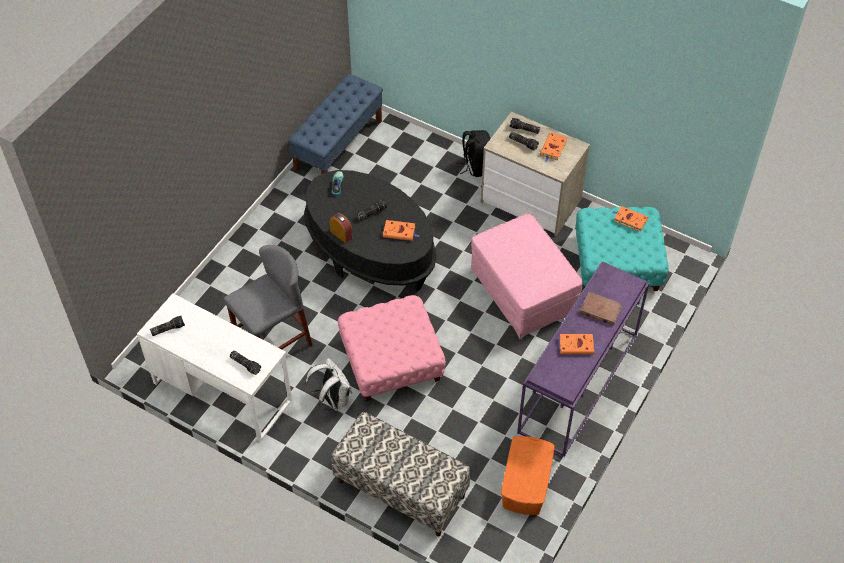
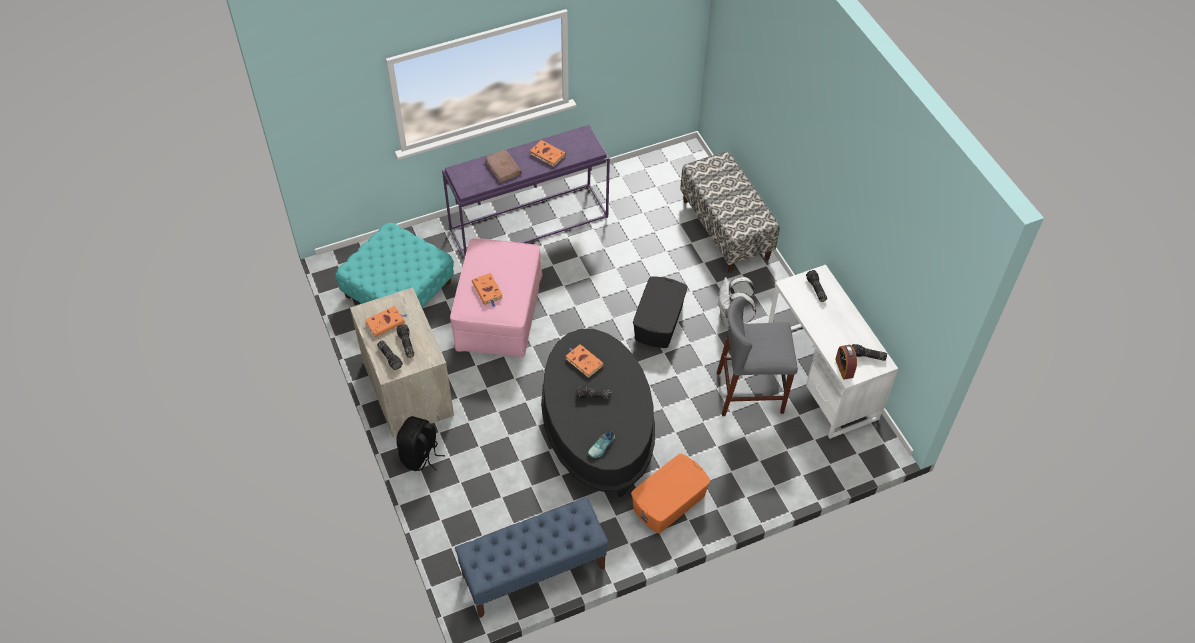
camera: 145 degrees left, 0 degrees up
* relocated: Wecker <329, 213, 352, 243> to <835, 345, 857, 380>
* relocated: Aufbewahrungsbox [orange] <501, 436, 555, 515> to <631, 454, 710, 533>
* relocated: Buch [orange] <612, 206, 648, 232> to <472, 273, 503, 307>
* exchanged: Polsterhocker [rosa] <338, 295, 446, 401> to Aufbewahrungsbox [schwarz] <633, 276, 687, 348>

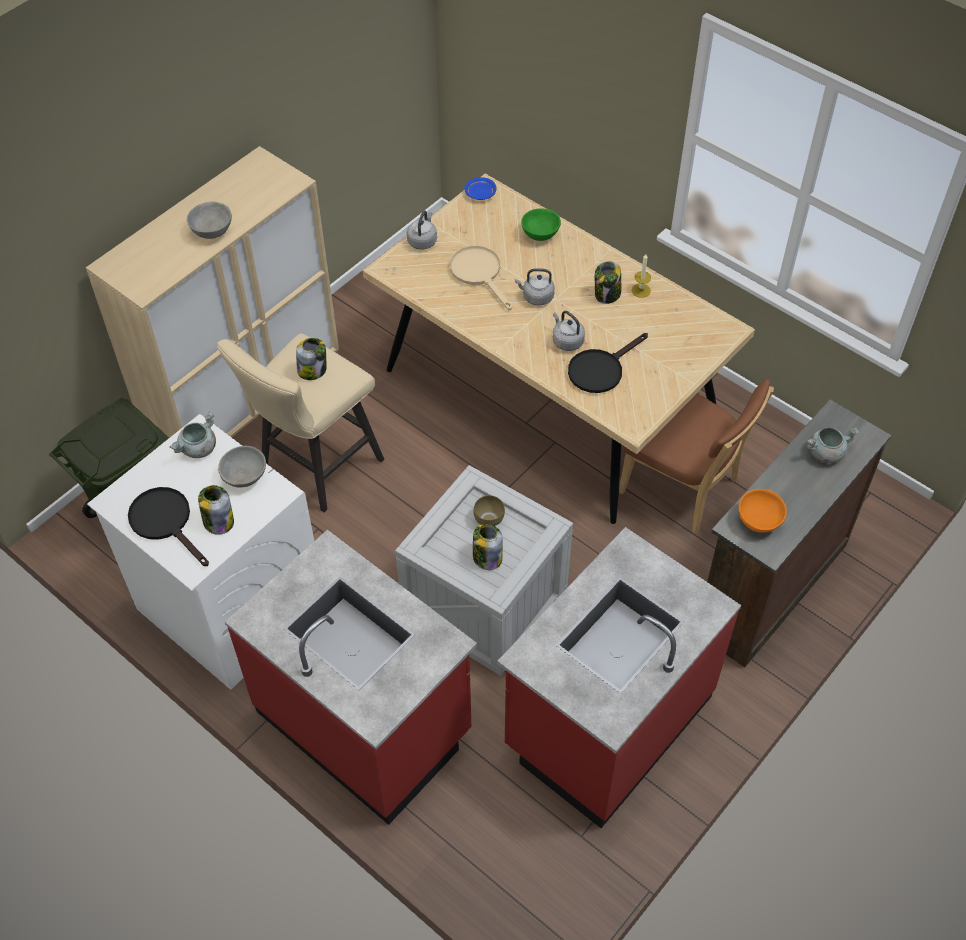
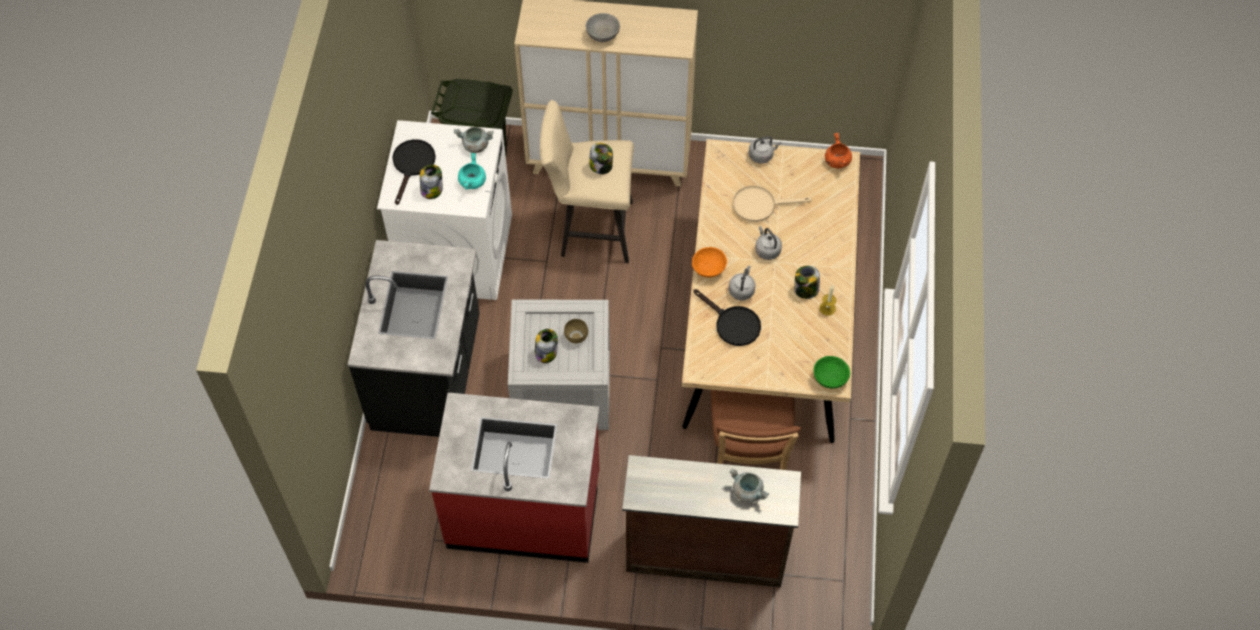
camera: 55 degrees right, 5 degrees up
* relocated: Schüssel [grün] <521, 208, 561, 241> to <814, 356, 850, 389>
* relocated: Schüssel [orange] <738, 489, 787, 533> to <692, 247, 727, 278>
* exchanged: Schüssel [grau] <218, 446, 266, 487> to Kochtopf [türkis] <458, 153, 486, 190>
* exchanged: Teller [blau] <464, 177, 497, 200> to Kochtopf [orange] <825, 133, 852, 168>
* colour: Küchenzeile [rot] <225, 530, 477, 825> to Küchenzeile [schwarz] <348, 240, 479, 437>
* spun: Pfanne [beige] <450, 246, 512, 310> = <733, 185, 812, 222> 120 degrees counterclockwise
* spun: Pfanne [schwarz] <568, 333, 648, 393> = <694, 289, 761, 346> 150 degrees counterclockwise

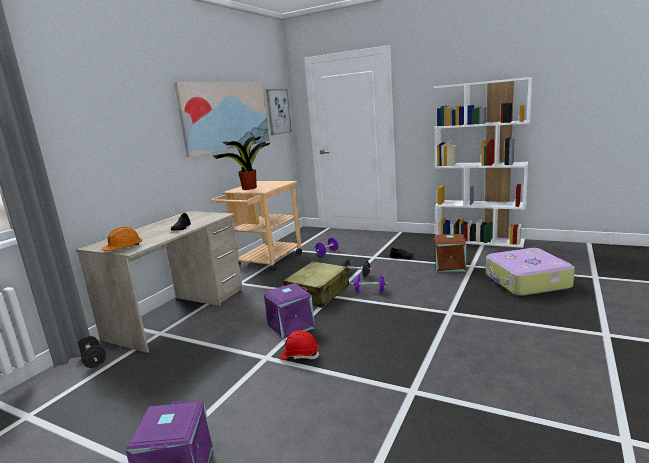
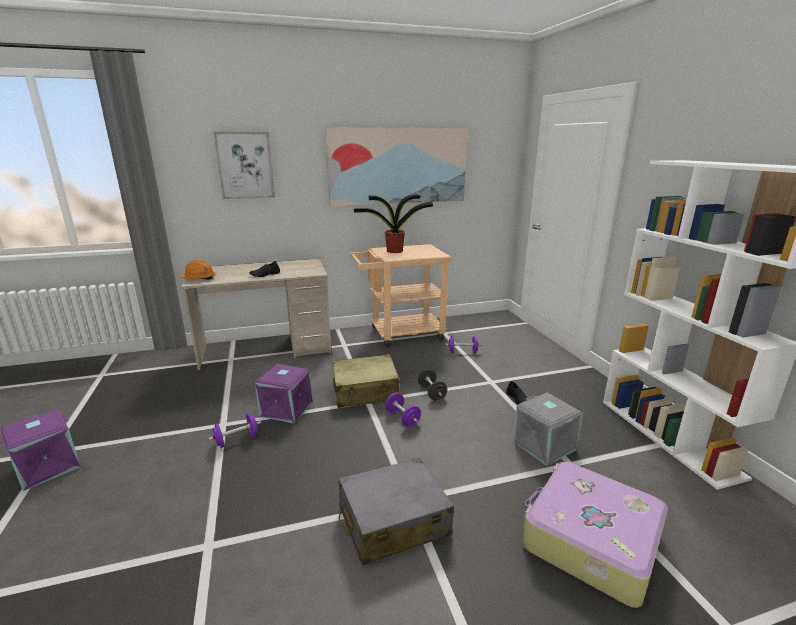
camera: 45 degrees right, 5 degrees up
* missing: Hantel [schwarz] <78, 336, 106, 368>
* appeared: Koffer [grau] <339, 458, 454, 565>
* relocated: Bild <266, 89, 292, 135> to <214, 132, 275, 199>
* exchanged: Schutzhelm [rot] <280, 330, 320, 360> to Hantel [lila] <209, 413, 261, 448>
* colour: Aufbewahrungsbox [braun] <433, 234, 468, 271> to Aufbewahrungsbox [grau] <513, 392, 583, 466>

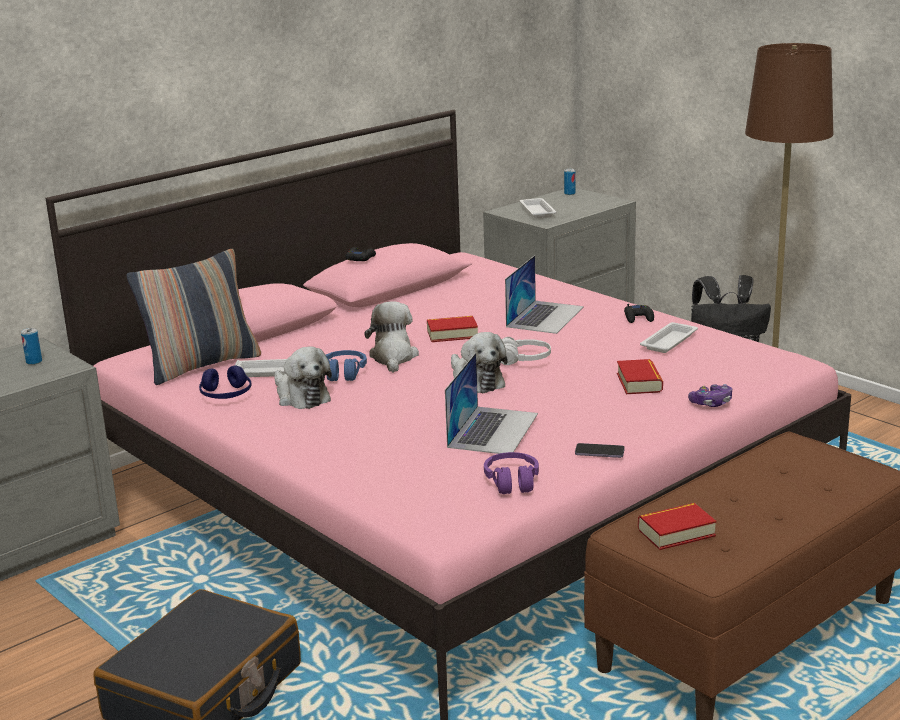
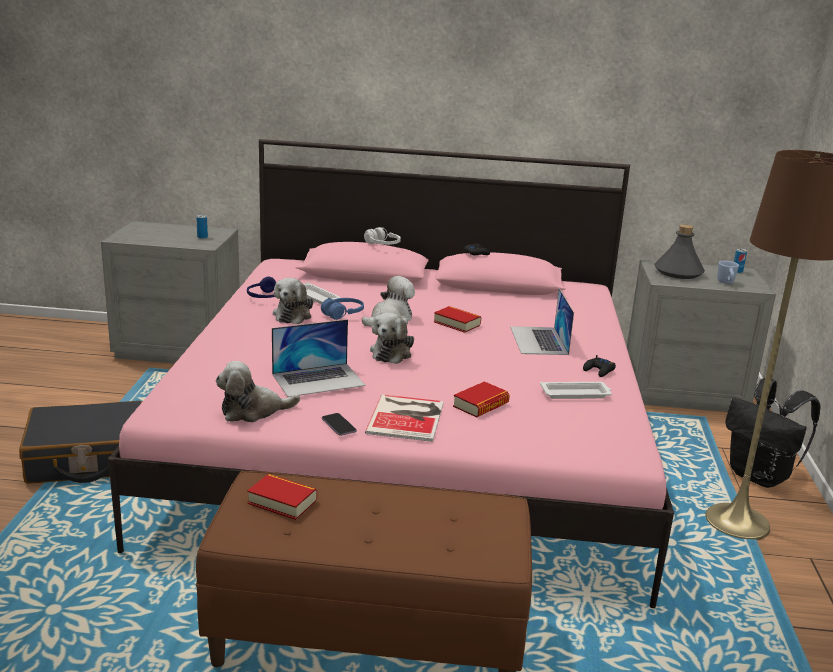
camera: 45 degrees right, 0 degrees up
* missing: Kissen <127, 249, 261, 385>
* missing: Gamepad <688, 384, 732, 407>
* appeared: Buch <365, 394, 444, 442>
* appeared: Henkelbecher [blau] <717, 261, 739, 284>
* relocated: Kopfhörer [weiß] <501, 337, 551, 365> to <364, 227, 401, 245>
* exchanged: Kopfhörer [lila] <484, 452, 539, 494> to Plüschtier <216, 361, 300, 422>
* exchanged: Tablett [weiß] <519, 198, 557, 218> to Flasche [grau] <654, 224, 705, 279>
* spun: Laptop <505, 255, 584, 334> = <510, 288, 574, 355> 105 degrees clockwise

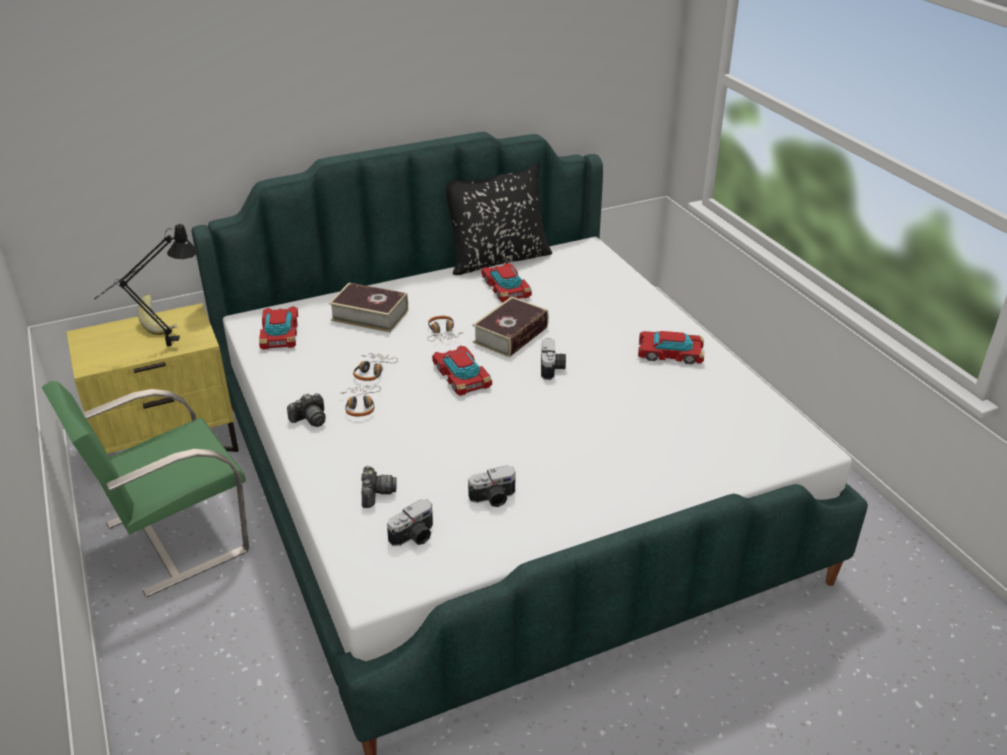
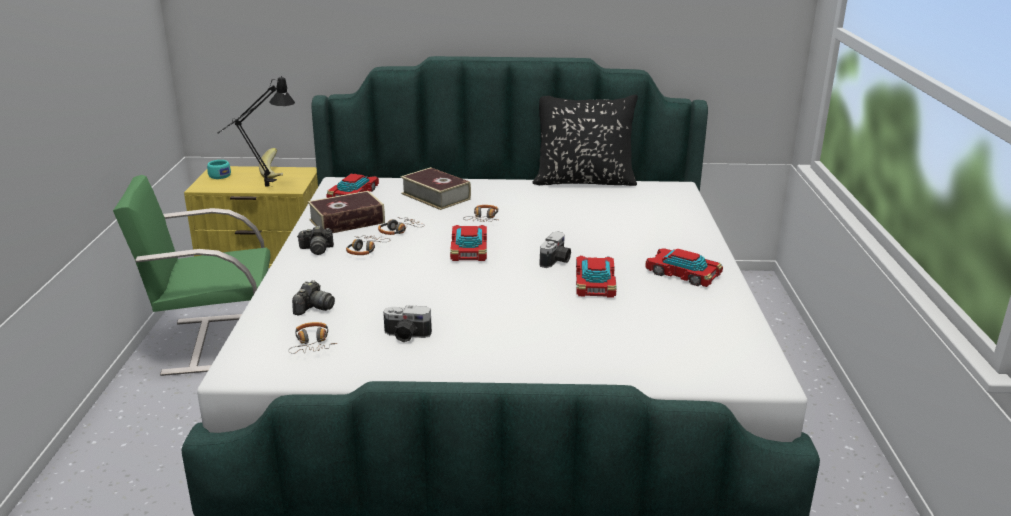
camera: 25 degrees right, 10 degrees down
* appeared: Tasse [türkis] <207, 160, 231, 179>
* relocated: Buch <472, 297, 549, 357> to <308, 191, 385, 233>
* relocated: Spielzeugauto <482, 263, 532, 303> to <576, 256, 616, 298>
* exchanged: Kamera <387, 499, 433, 546> to Kopfhörer <288, 322, 337, 354>

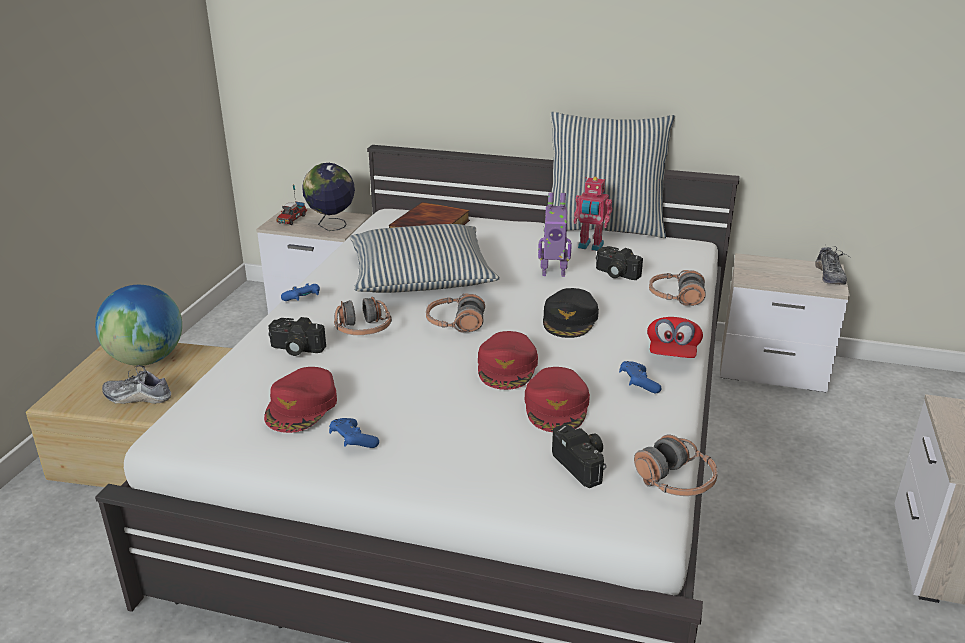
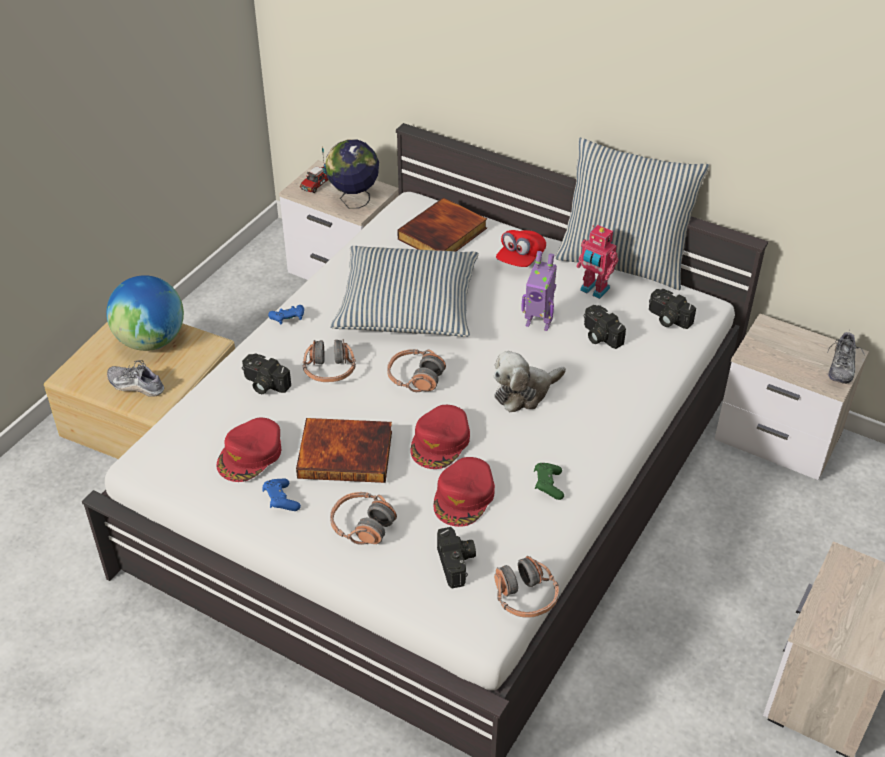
camera: 15 degrees right, 15 degrees up
* appeared: Buch <296, 418, 392, 483>
* appeared: Kamera <649, 289, 696, 329>
* relocated: Kappe [rot] <647, 317, 703, 358> to <496, 230, 546, 267>
* relocated: Kopfhörer <649, 270, 706, 306> to <330, 492, 397, 545>
* exchanged: Kappe [schwarz] <543, 288, 599, 338> to Plüschtier <494, 351, 566, 412>
* colour: Gamepad [blau] <619, 361, 661, 393> to Gamepad [grün] <534, 463, 564, 500>

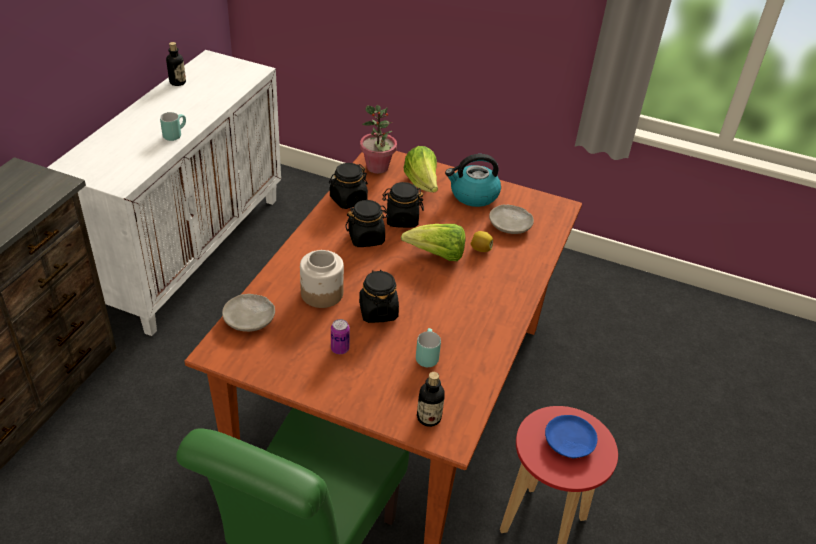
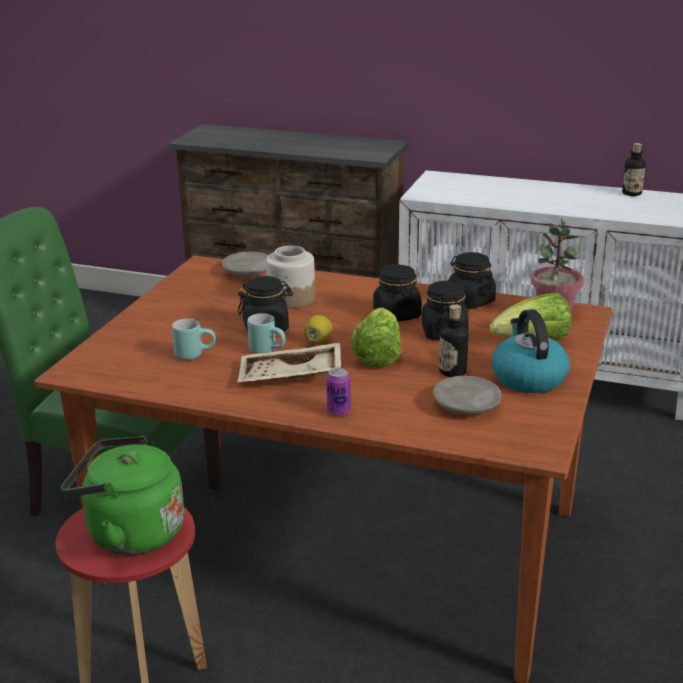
camera: 90 degrees right, 15 degrees down
* appeared: Tablett [beige] <237, 342, 341, 382>
* relocated: Henkelbecher [türkis] <160, 112, 186, 141> to <247, 313, 286, 354>
* relocated: Dose <331, 319, 350, 354> to <326, 368, 351, 416>
* relocated: Flasche <417, 372, 445, 427> to <439, 304, 469, 377>
* relocated: Zitrone <471, 231, 493, 252> to <304, 315, 333, 344>
* exchanged: Teller [blau] <545, 415, 597, 458> to Wasserkessel [grün] <61, 436, 184, 555>

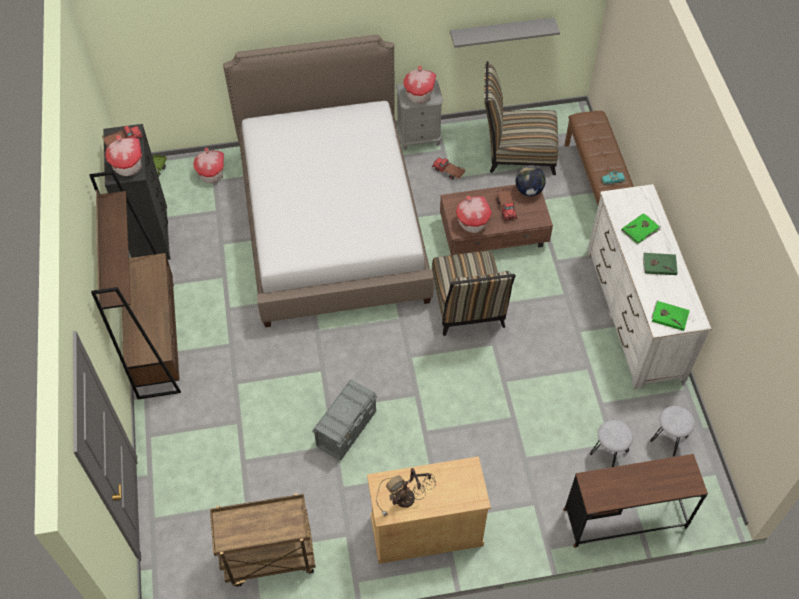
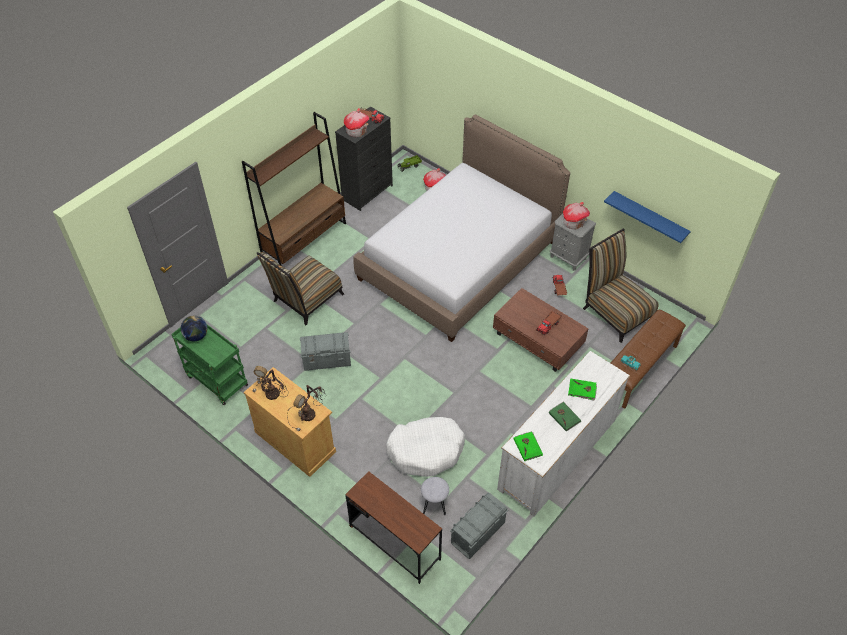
camera: 50 degrees right, 5 degrees down
* missing: Spielzeughaus <456, 196, 492, 233>
* appeared: Tischlampe <287, 385, 326, 431>
* appeared: Hundebett [weiß] <386, 417, 465, 477>
* relocated: Stuhl <432, 251, 516, 336> to <257, 252, 344, 325>
* relocated: Globus <515, 166, 546, 196> to <181, 316, 207, 341>
* exchanged: Hocker [grau] <650, 406, 695, 457> to Aufbewahrungsbox [grau] <450, 493, 508, 559>
* colour: Rollwagen [braun] <210, 493, 316, 587> to Rollwagen [grün] <171, 324, 248, 405>
* colour: Wandregal [grau] <450, 17, 560, 48> to Wandregal [blau] <604, 191, 691, 243>

